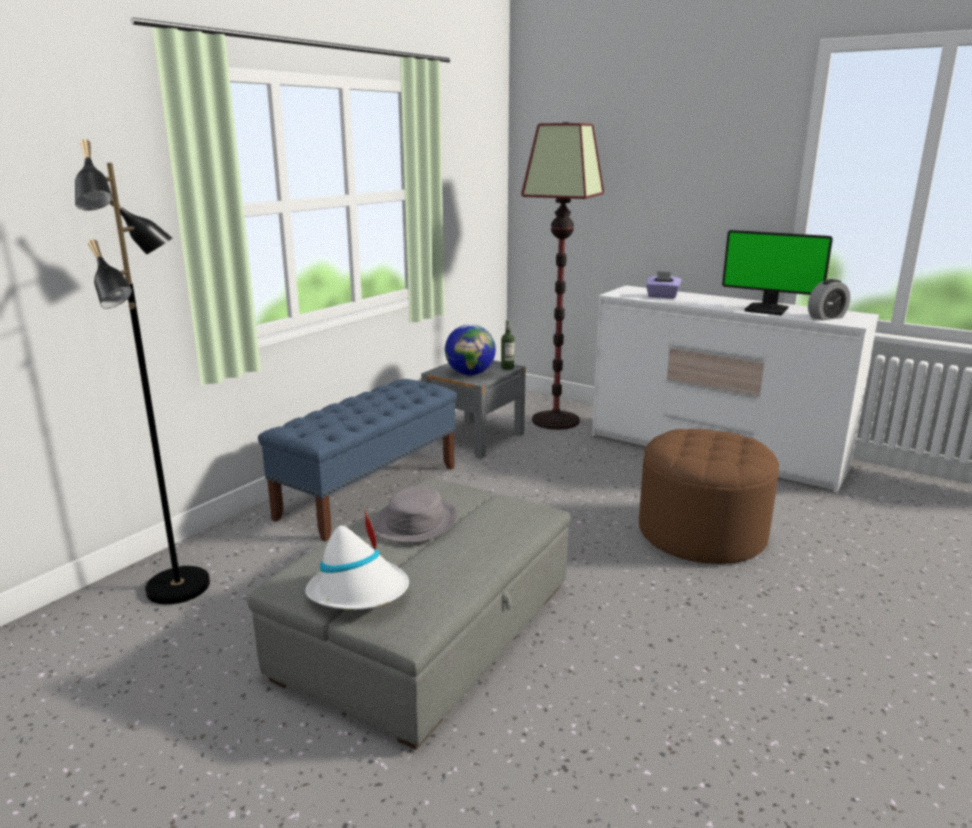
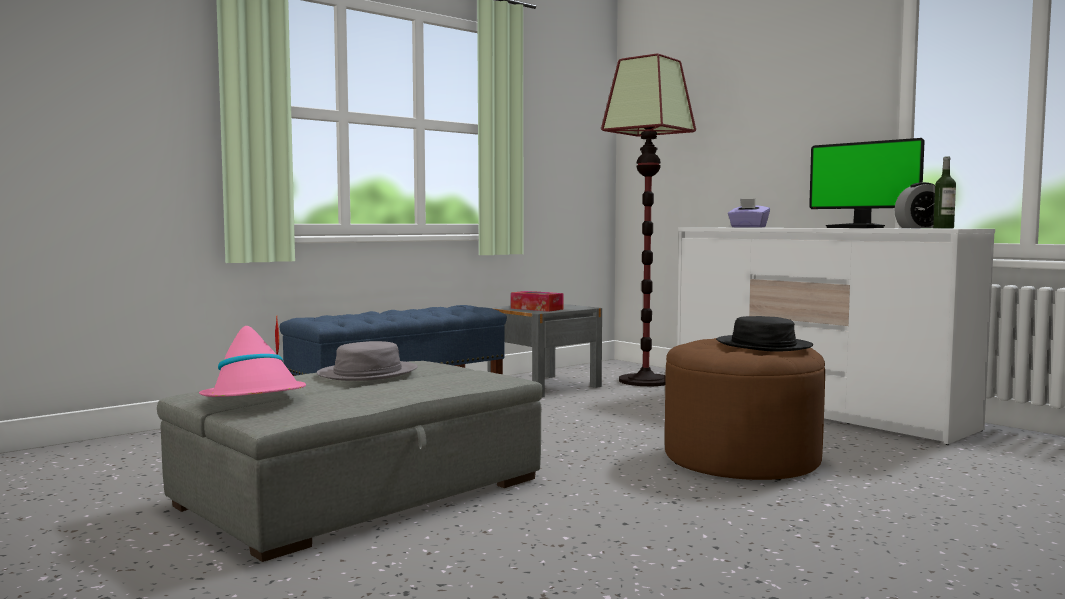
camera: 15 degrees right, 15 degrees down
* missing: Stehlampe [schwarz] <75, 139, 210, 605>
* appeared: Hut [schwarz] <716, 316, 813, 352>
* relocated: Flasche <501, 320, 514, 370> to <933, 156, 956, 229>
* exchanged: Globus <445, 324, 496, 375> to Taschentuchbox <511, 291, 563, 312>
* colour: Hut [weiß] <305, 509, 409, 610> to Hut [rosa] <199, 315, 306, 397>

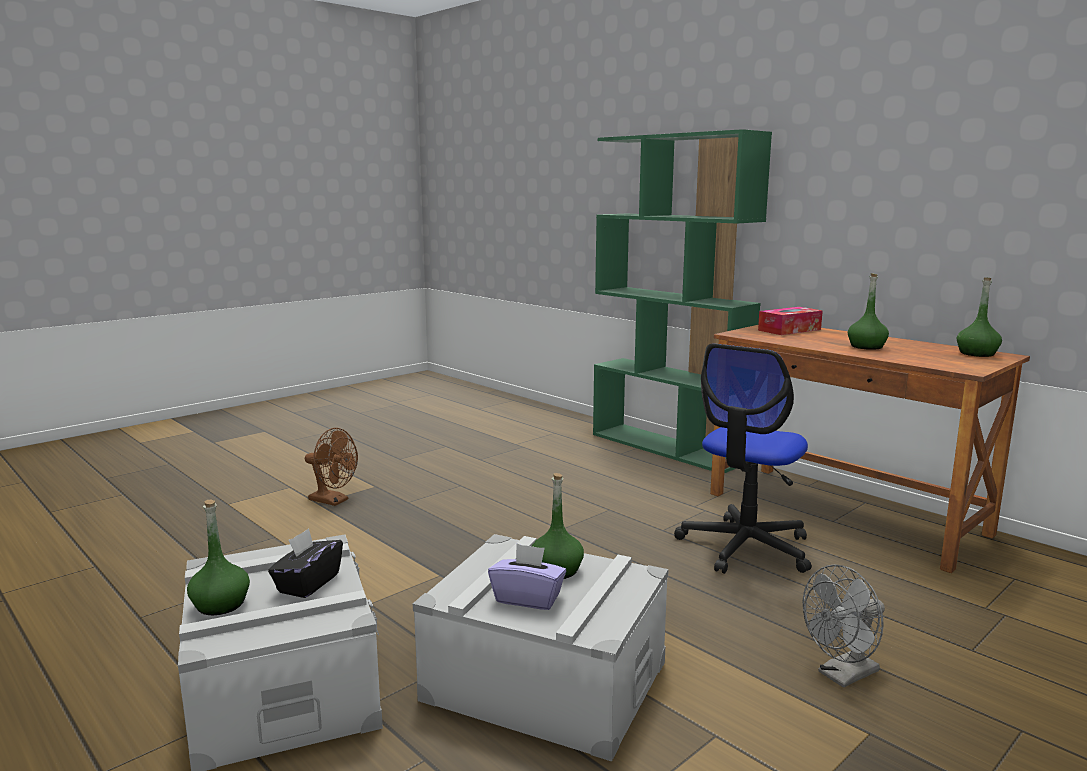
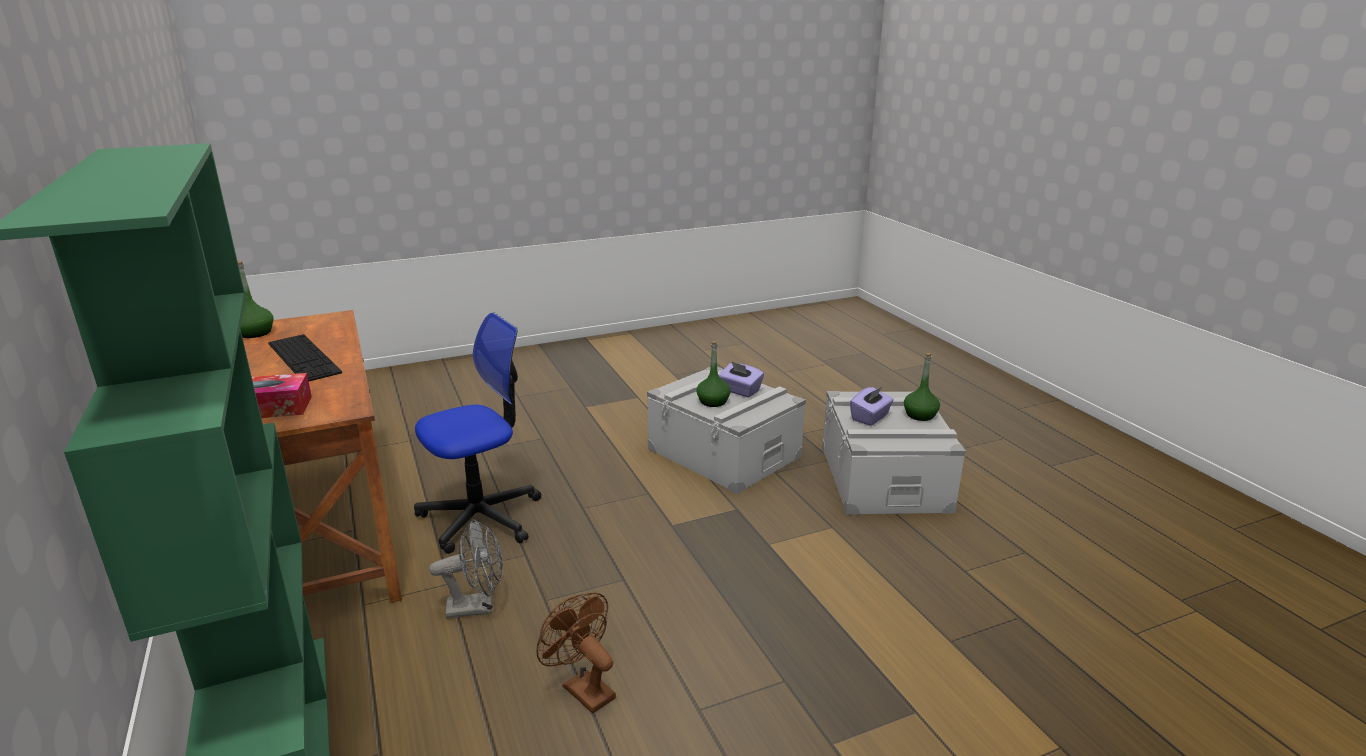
camera: 160 degrees left, 10 degrees up
* relocated: Ventilator [braun] <305, 428, 358, 506> to <536, 592, 616, 714>
* relocated: Ventilator [grau] <802, 564, 885, 688> to <429, 519, 502, 619>
* exchanged: Flasche [grün] <848, 273, 889, 350> to Tastatur <268, 334, 342, 381>
* colour: Taschentuchbox [schwarz] <268, 528, 343, 598> to Taschentuchbox [lila] <850, 386, 894, 426>

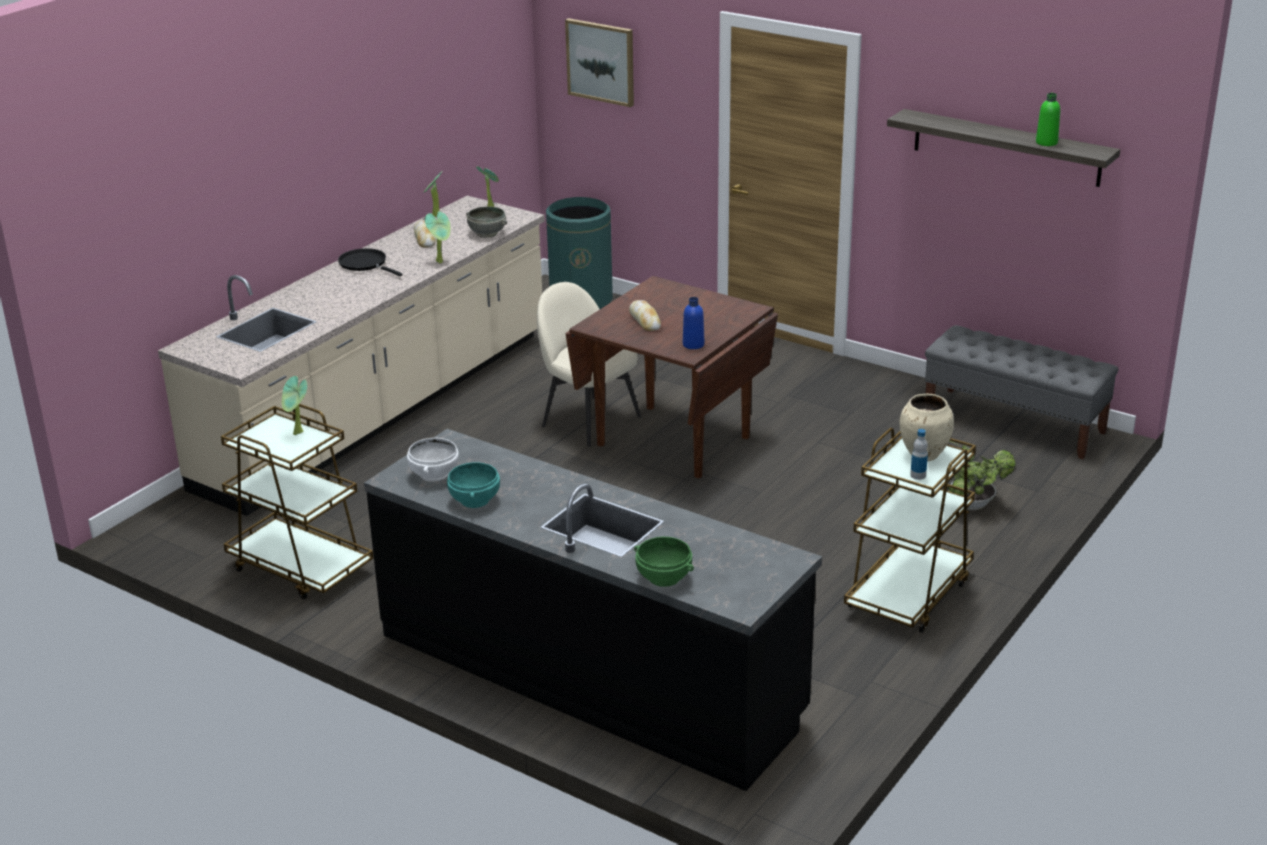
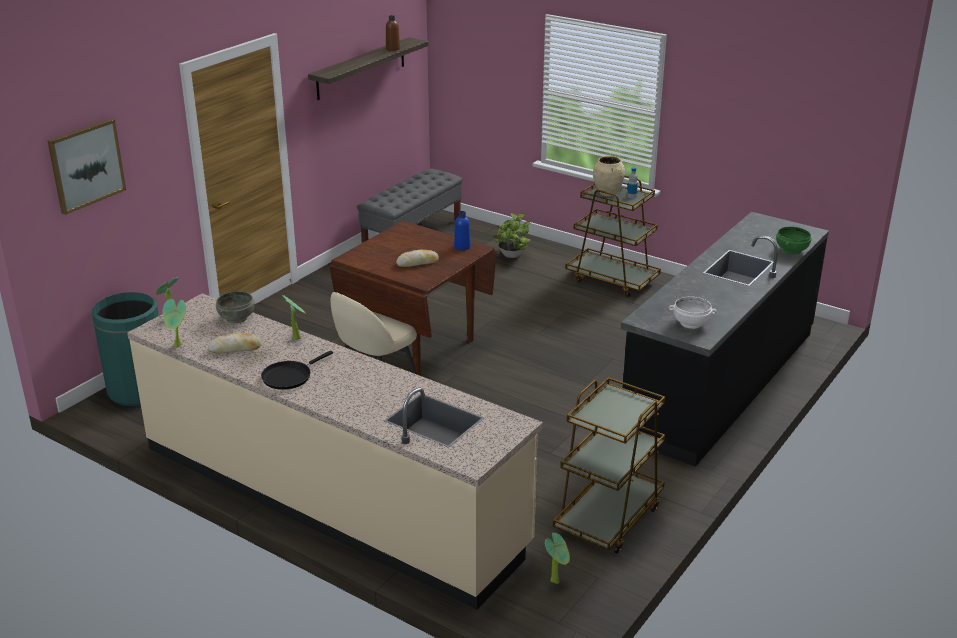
camera: 90 degrees left, 0 degrees up
* missing: Schüssel [türkis] <447, 462, 500, 508>
* relocated: Topfpflanze <282, 376, 307, 435> to <545, 533, 570, 584>
* colour: Flasche [grün] <1036, 93, 1060, 146> to Flasche [braun] <386, 15, 400, 51>

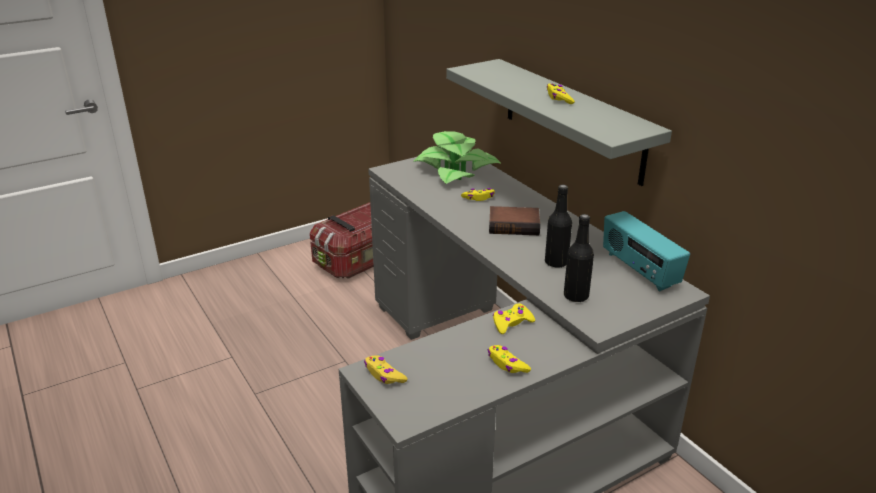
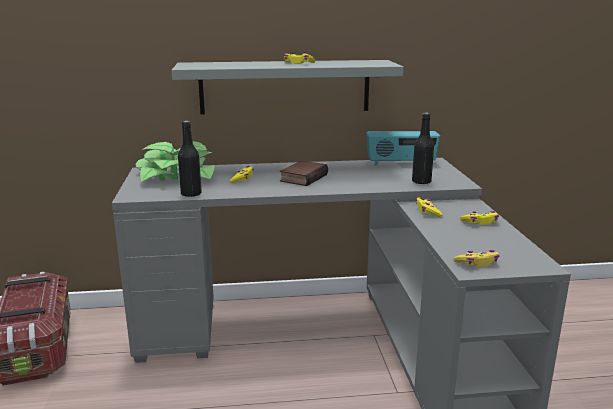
camera: 65 degrees left, 10 degrees down
* relocated: Flasche [schwarz] <545, 185, 572, 268> to <178, 121, 202, 197>

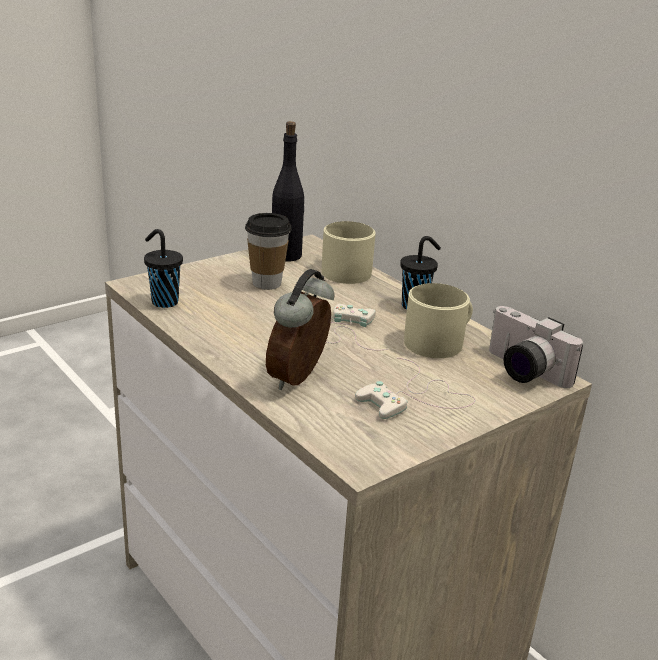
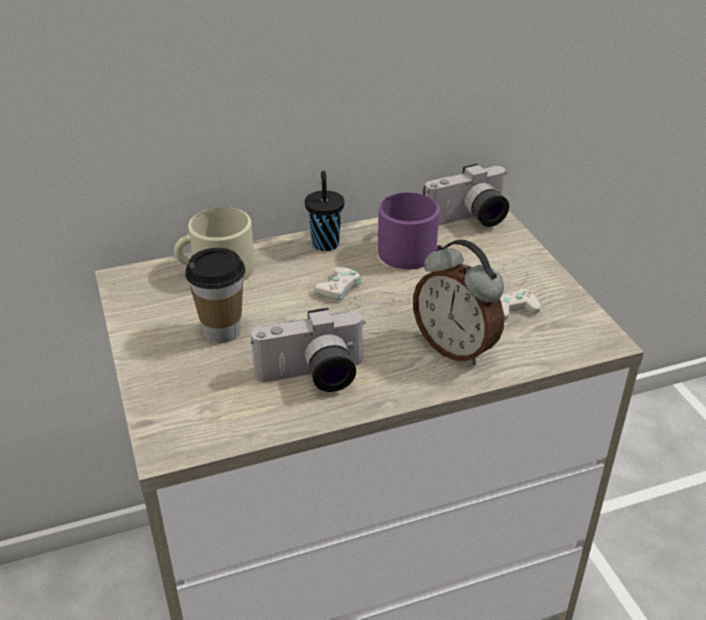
camera: 70 degrees left, 10 degrees up
* missing: Tasse [schwarz] <144, 229, 183, 308>
* missing: Flasche [schwarz] <272, 121, 304, 262>
* appeared: Kamera <250, 308, 366, 392>
* colour: Henkelbecher [beige] <404, 283, 473, 358> to Henkelbecher [lila] <378, 193, 439, 269>

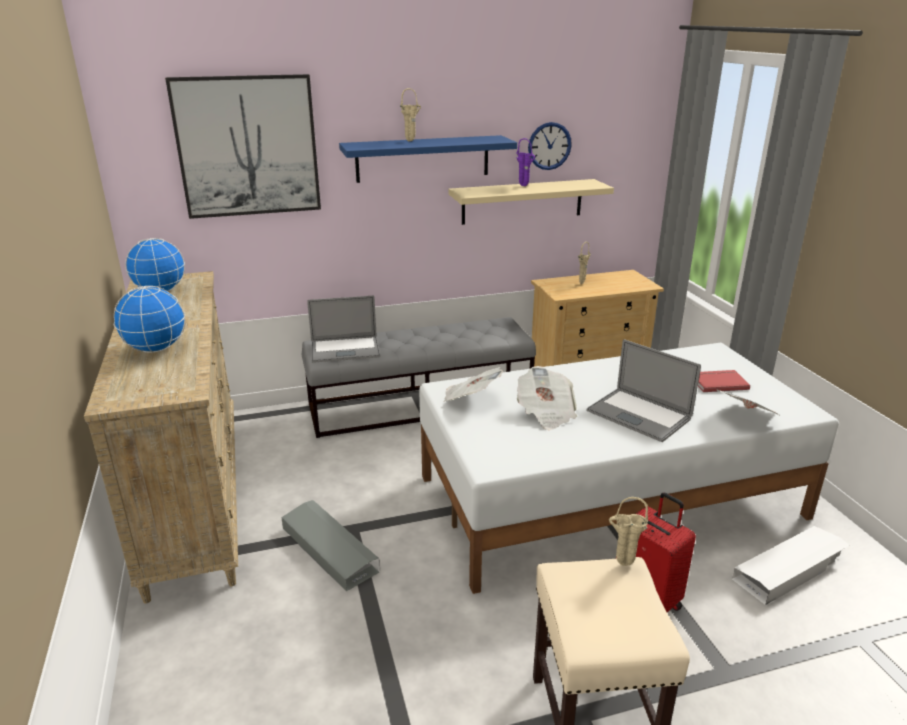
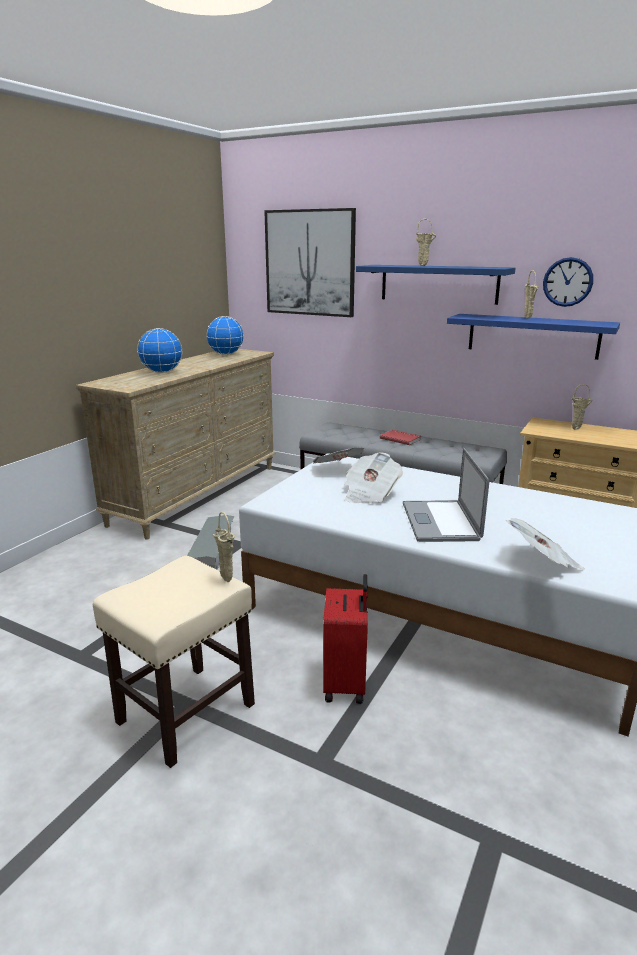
camera: 45 degrees right, 5 degrees down
* missing: Laptop <307, 295, 380, 363>
* missing: Aufbewahrungsbox [weiß] <732, 526, 850, 605>
* relocated: Buch [rot] <698, 370, 750, 392> to <380, 430, 421, 445>
* colour: Wandregal [beige] <448, 179, 614, 225> to Wandregal [blau] <447, 314, 620, 360>
* colour: Vase [lila] <516, 138, 535, 186> to Vase [beige] <524, 270, 539, 319>

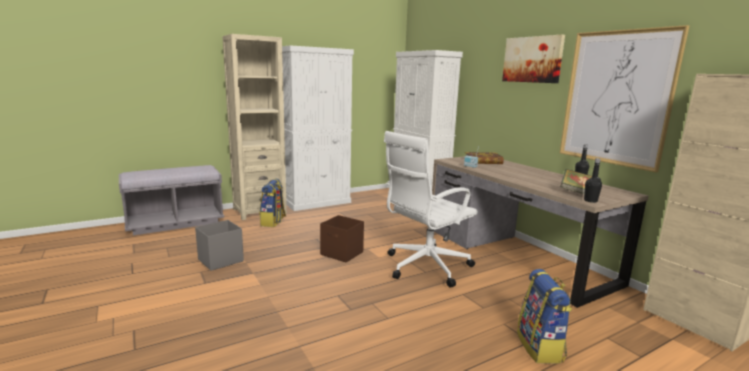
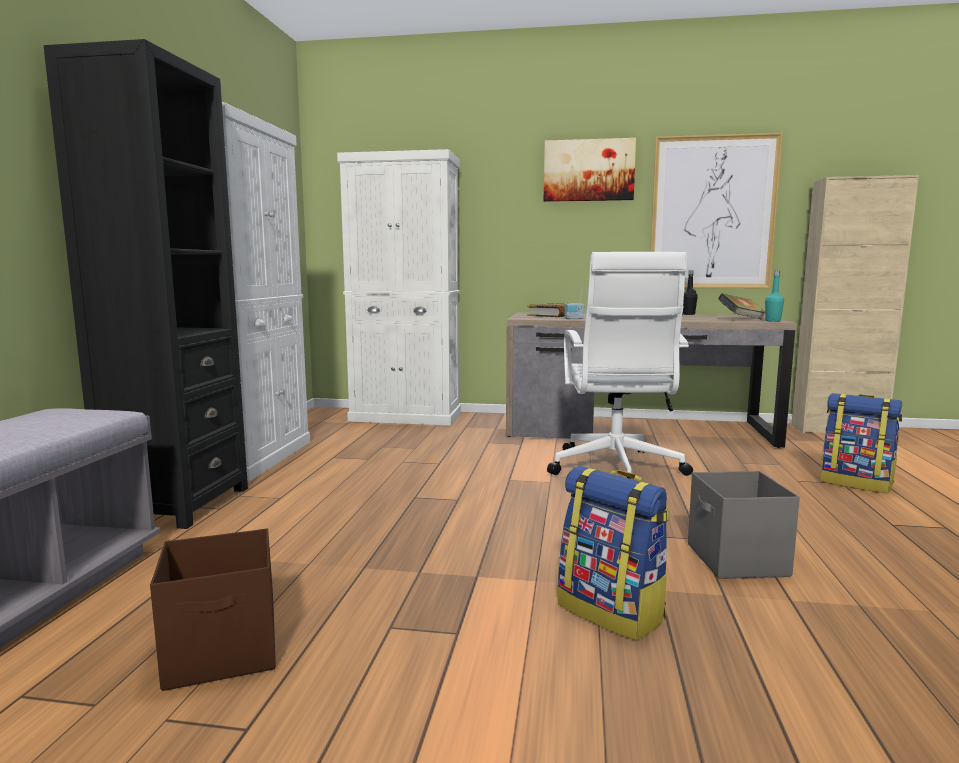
camera: 50 degrees left, 5 degrees down
* relocated: Aufbewahrungsbox [grau] <195, 220, 244, 271> to <688, 471, 800, 579>
* relocated: Rucksack <260, 179, 286, 227> to <558, 466, 670, 641>
* relocated: Aufbewahrungsbox [braun] <320, 215, 364, 262> to <150, 529, 276, 691>
* colour: Bücherregal [beige] <223, 34, 287, 220> to Bücherregal [schwarz] <44, 39, 248, 529>
* colour: Flasche [schwarz] <584, 158, 602, 203> to Flasche [türkis] <765, 271, 784, 322>

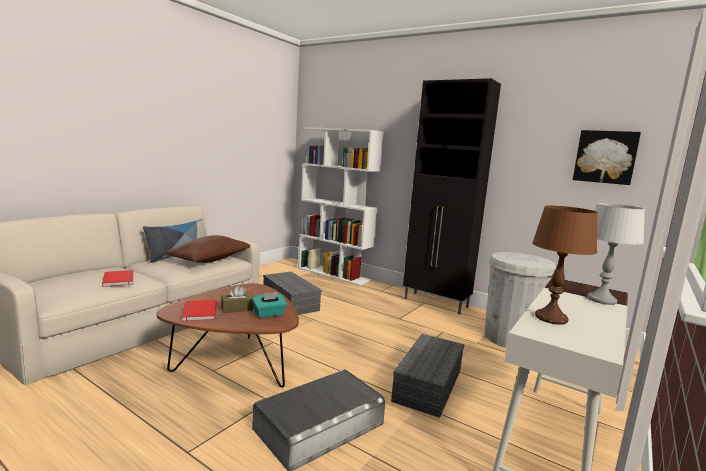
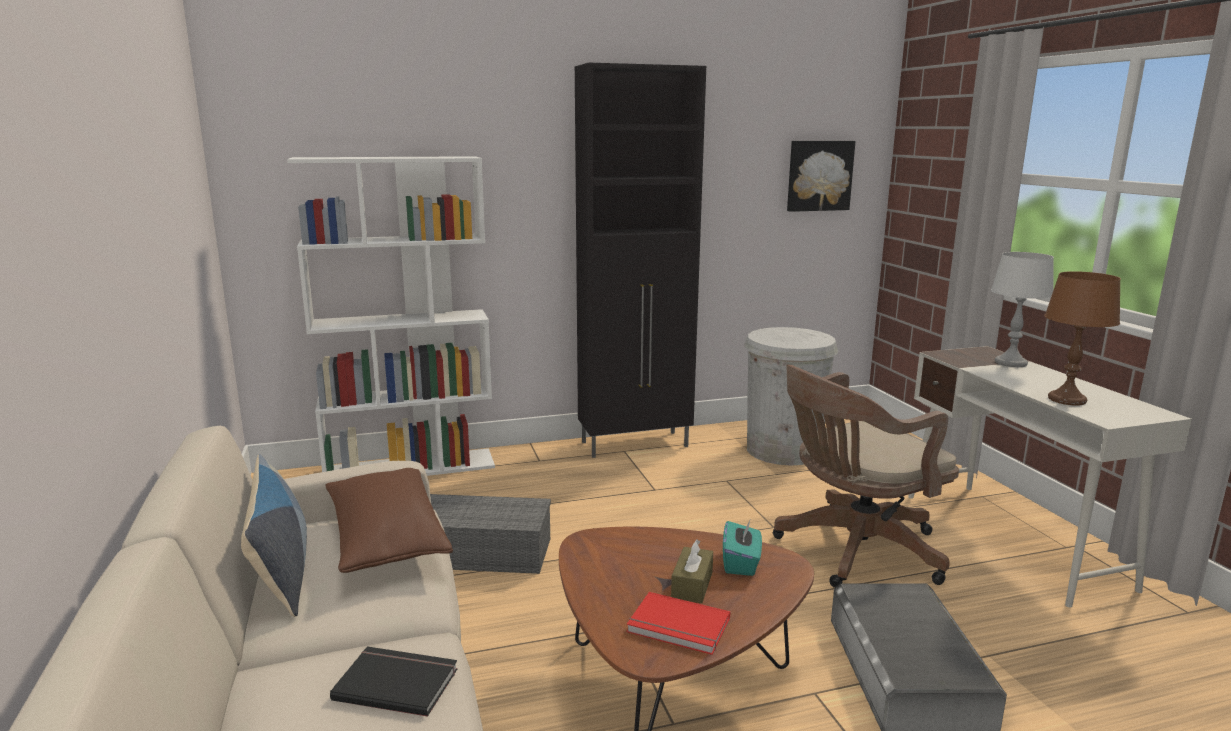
camera: 50 degrees left, 5 degrees up
* exchanged: Aufbewahrungsbox [grau] <391, 334, 464, 418> to Bürostuhl [braun] <773, 364, 959, 588>
* colour: Buch [rot] <102, 270, 133, 287> to Buch [schwarz] <330, 646, 458, 717>

